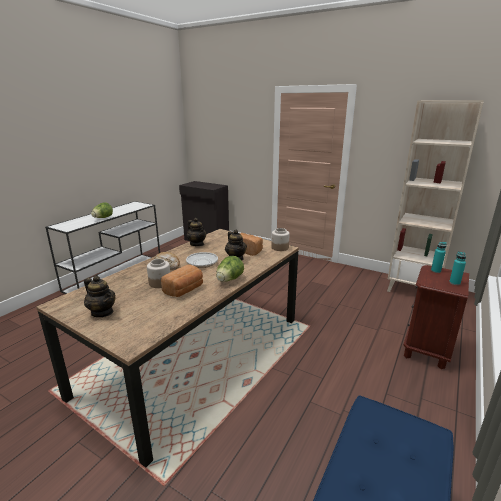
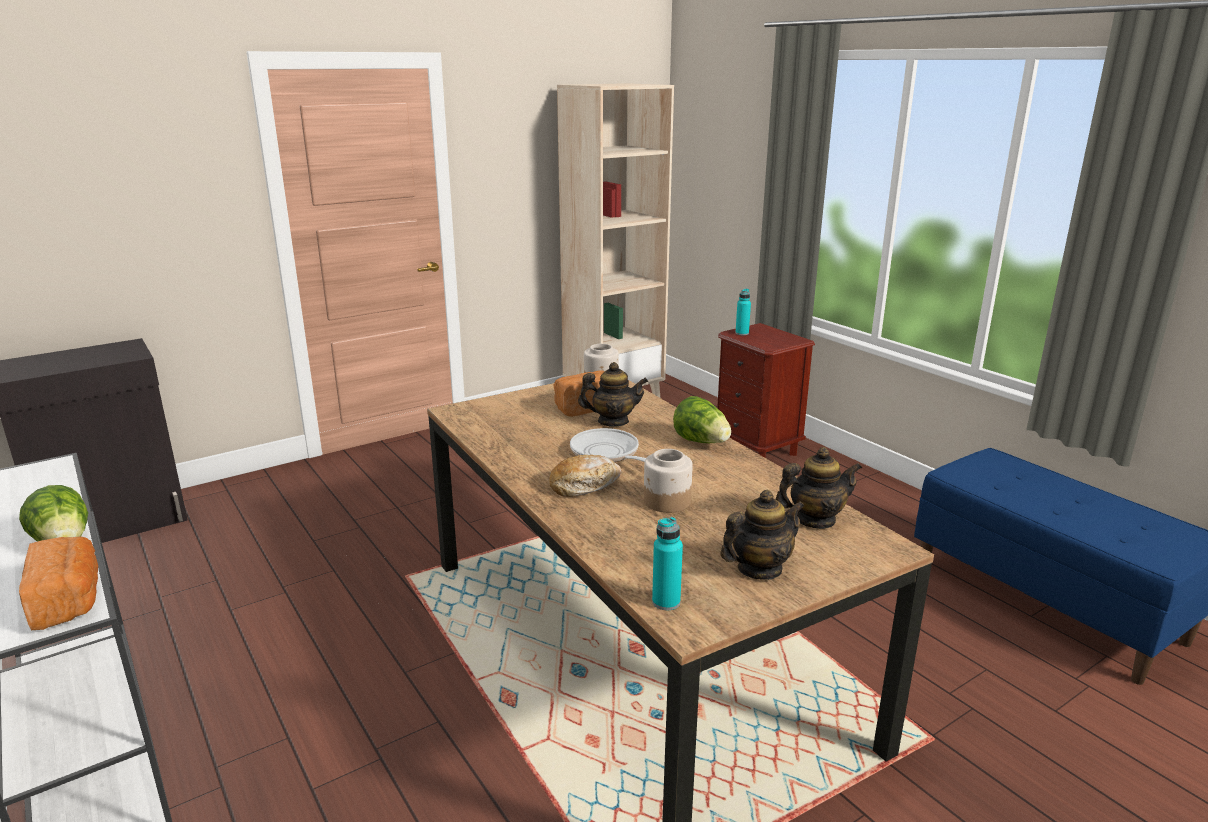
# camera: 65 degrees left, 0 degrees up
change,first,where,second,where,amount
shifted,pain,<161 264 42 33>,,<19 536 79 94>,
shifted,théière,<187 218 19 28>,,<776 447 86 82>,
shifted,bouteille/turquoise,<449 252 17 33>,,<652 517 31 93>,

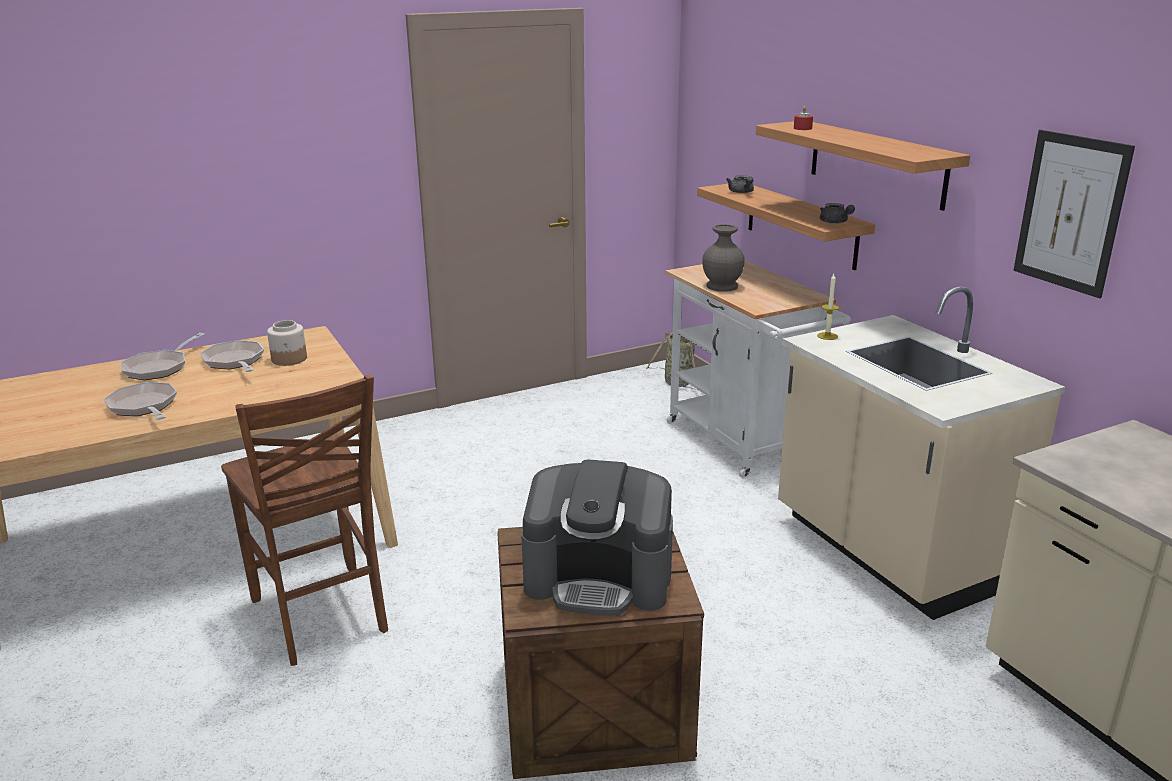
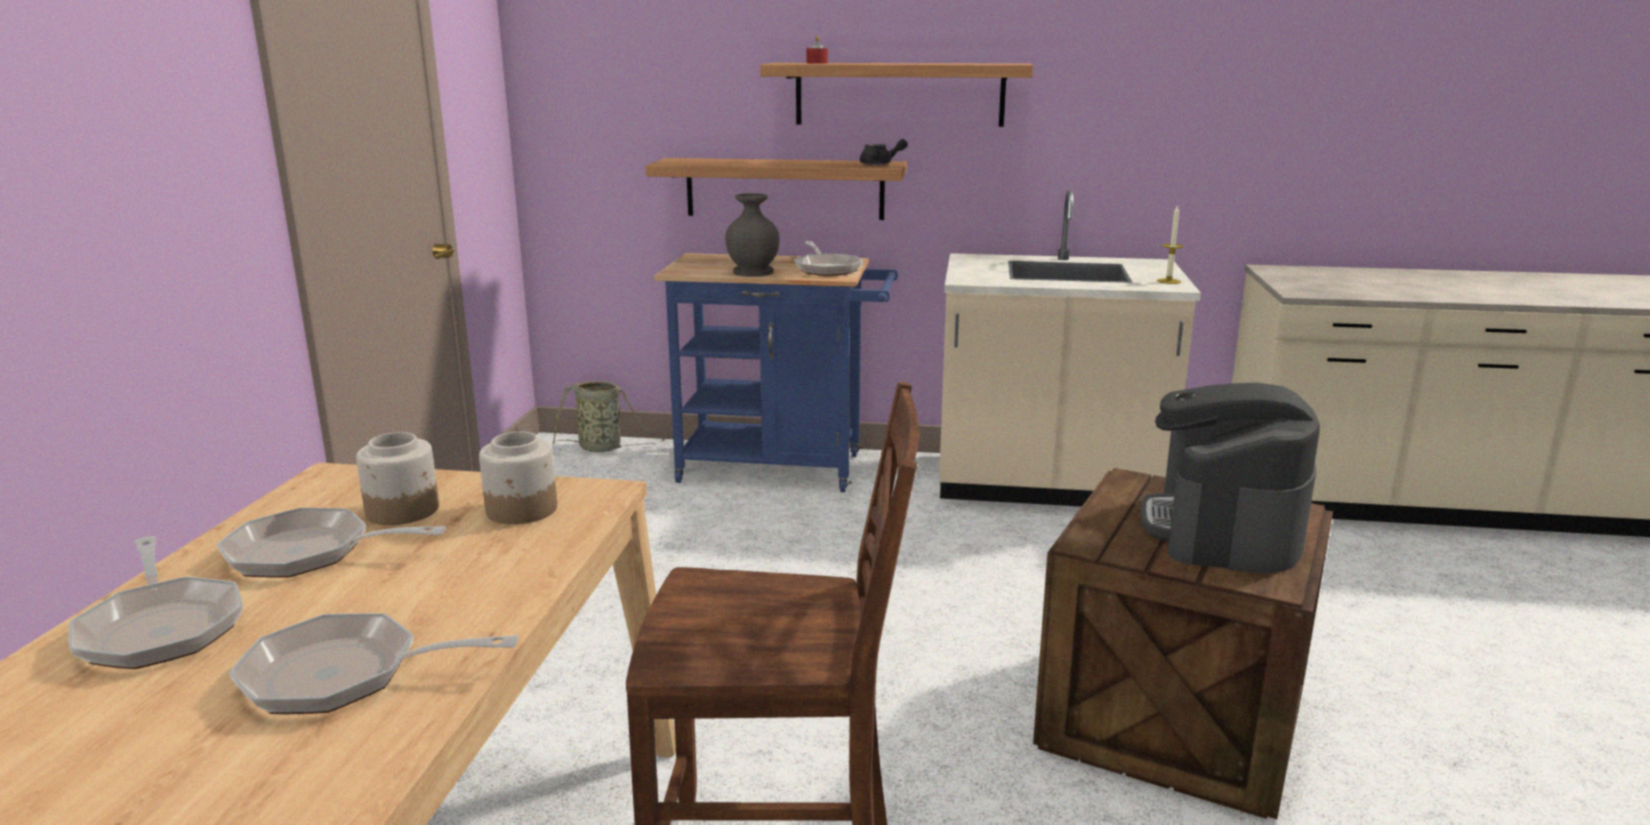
# camera: 55 degrees left, 5 degrees down
change,first,where,second,where,amount
rotated,machine à café,<521 459 152 157>,,<1141 382 179 191>,150 degrees clockwise
repainted,chariot/blanc,<665 261 186 218>,chariot/bleu,<654 253 244 239>,
gone,théière/gris,<726 175 28 18>,,,
shifted,bougie,<817 274 22 66>,,<1157 206 26 78>,
gone,tableau,<1013 130 122 168>,,,
new,,,bocal,<479 431 78 93>,
new,,,poêle,<794 241 69 35>,

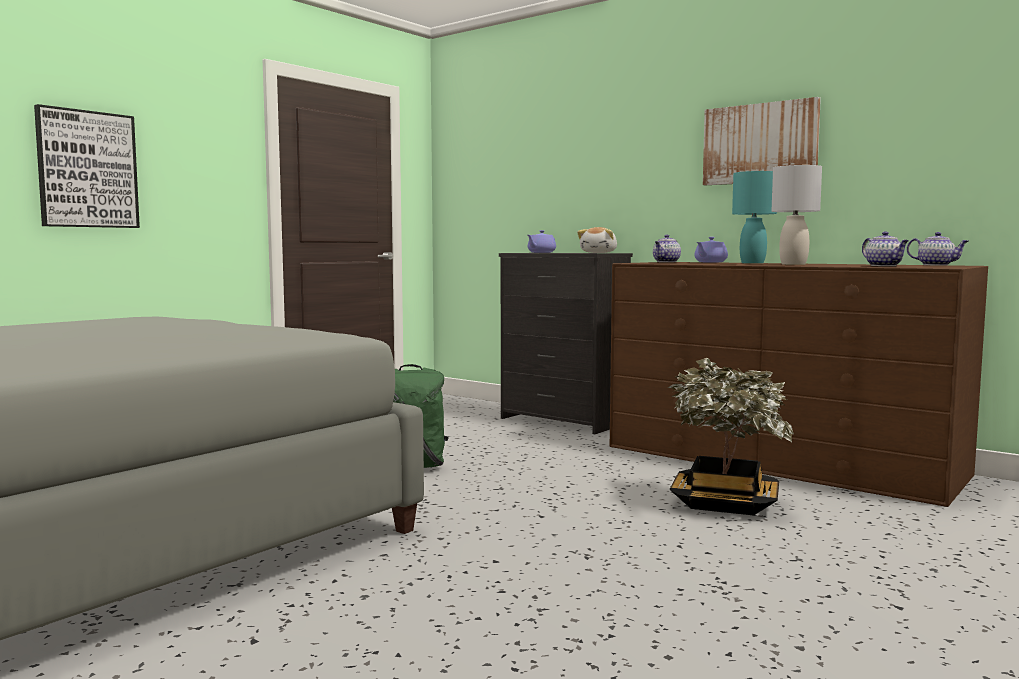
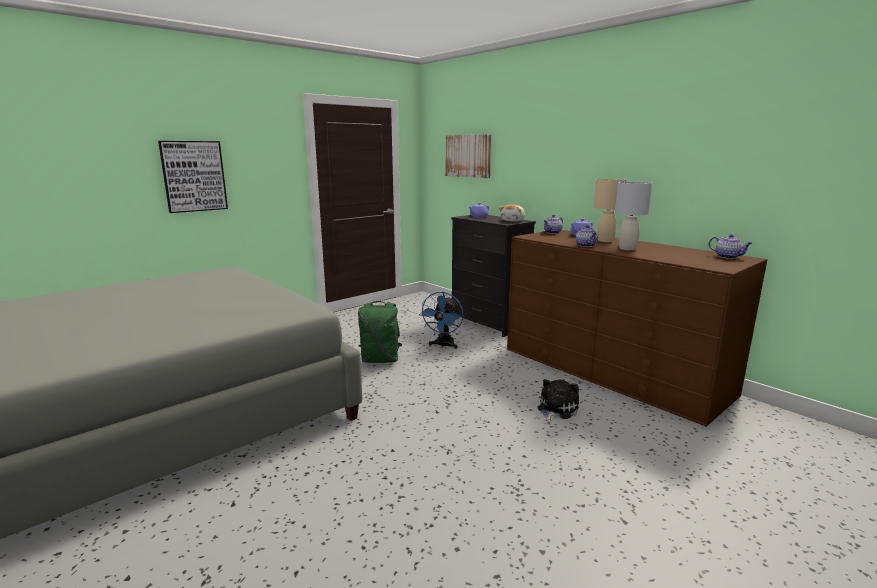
# camera: 10 degrees right, 10 degrees up
change,first,where,second,where,amount
swapped,plante en pot,<668 358 126 157>,peluche,<537 379 42 44>,
shifted,tableau,<703 97 118 88>,,<445 134 46 44>,
repainted,lampe de table/turquoise,<732 171 45 93>,lampe de table/beige,<594 179 33 63>,
shifted,théière,<862 231 47 35>,,<576 225 22 22>,
new,,,ventilateur/bleu,<419 292 45 57>,

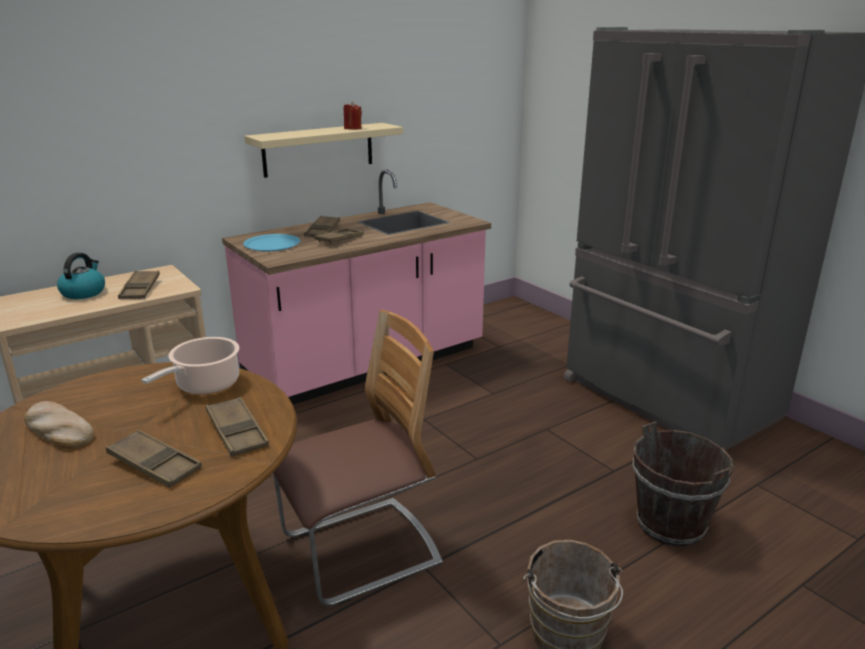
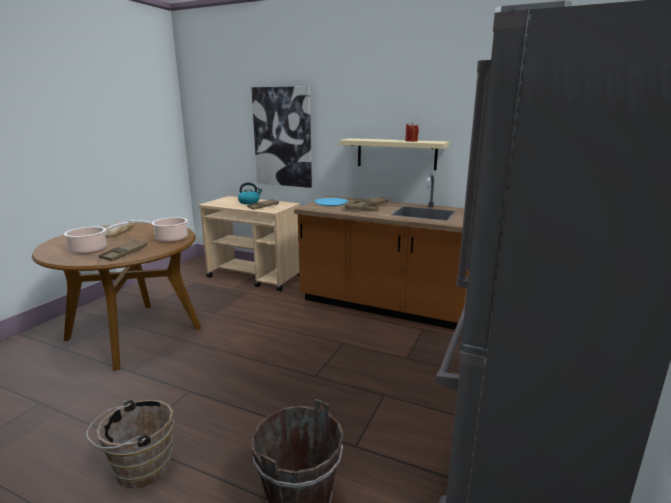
# camera: 60 degrees right, 5 degrees down
change,first,where,second,where,amount
swapped,plateau/marron,<106 430 96 58>,marmite,<64 222 65 32>,
repainted,comptoir de cuisine/rose,<222 170 269 235>,comptoir de cuisine/marron,<294 174 175 157>,
gone,chaise,<273 310 170 296>,,,
new,,,tableau,<251 86 61 102>,

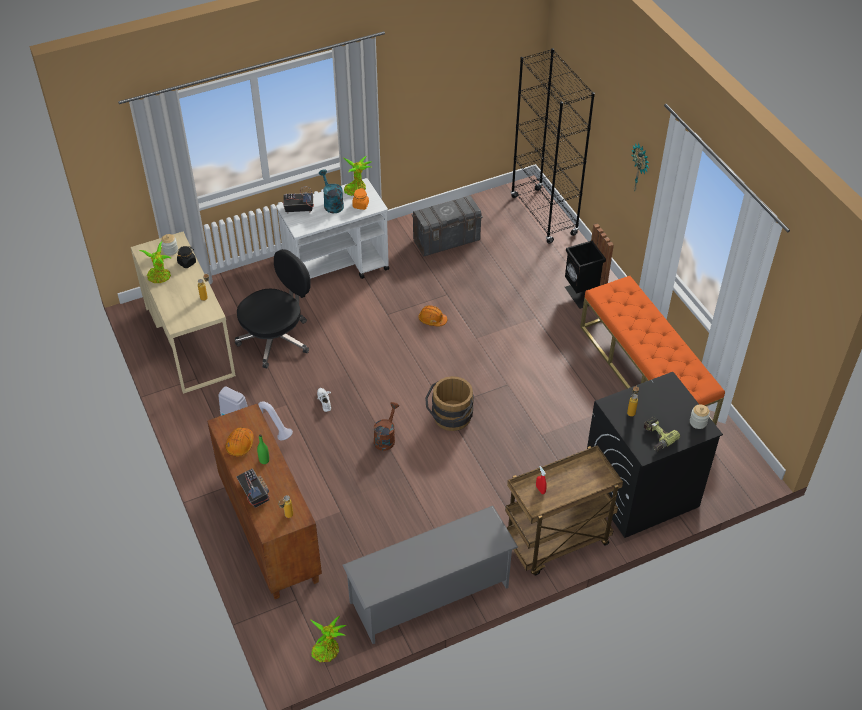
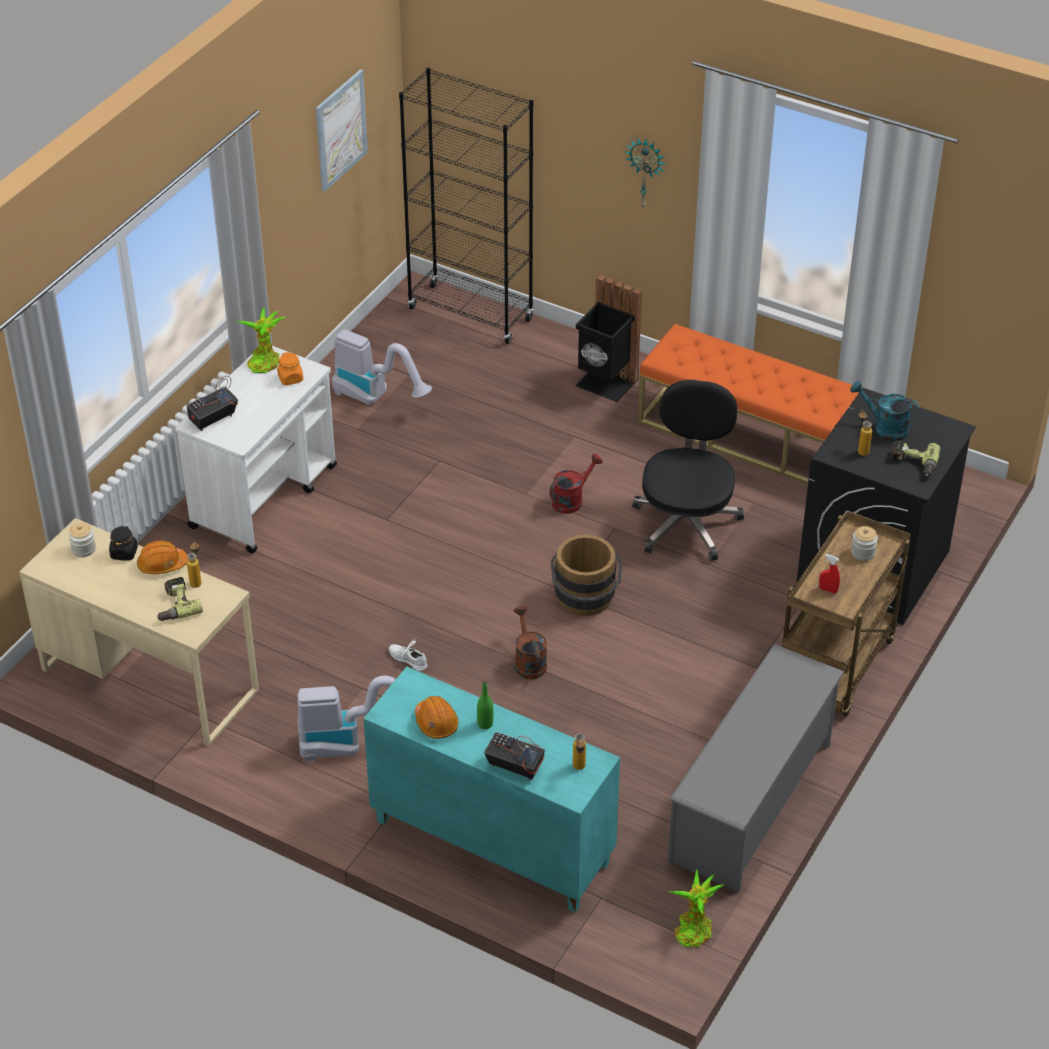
# camera: 35 degrees left, 5 degrees down
change,first,where,second,where,amount
gone,plante en pot,<139 241 32 42>,,,
repainted,meuble de rangement/marron,<207 403 115 196>,meuble de rangement/turquoise,<363 667 257 246>,
shifted,chaise de bureau/noir,<235 249 76 119>,,<632 380 112 181>,
shifted,arrosoir/turquoise,<319 169 25 44>,,<850 381 71 60>,
swapped,boîte de rangement/gris,<411 195 72 62>,aspirateur,<332 329 100 76>,
shifted,casque de chantier/orange,<418 305 29 22>,,<137 540 51 34>,
shifted,bocal,<690 404 20 25>,,<851 526 27 35>,
new,,,perceuse,<157 577 46 44>,
new,,,tableau,<316 69 52 123>,
new,,,arrosoir/rouge,<549 454 54 60>,

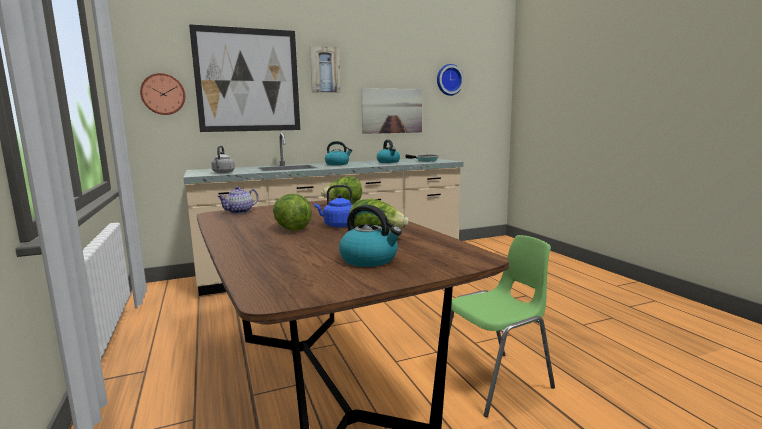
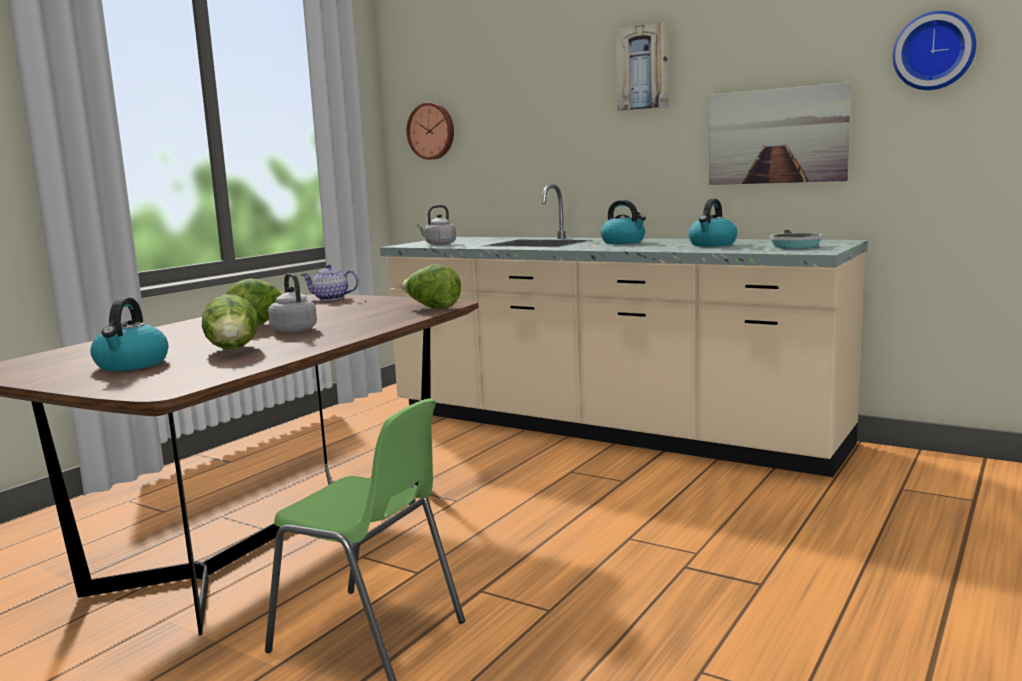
# camera: 55 degrees right, 0 degrees up
change,first,where,second,where,amount
gone,tableau,<189 24 111 108>,,,
repainted,bouilloire/bleu,<314 185 39 43>,bouilloire/gris,<268 273 49 60>,

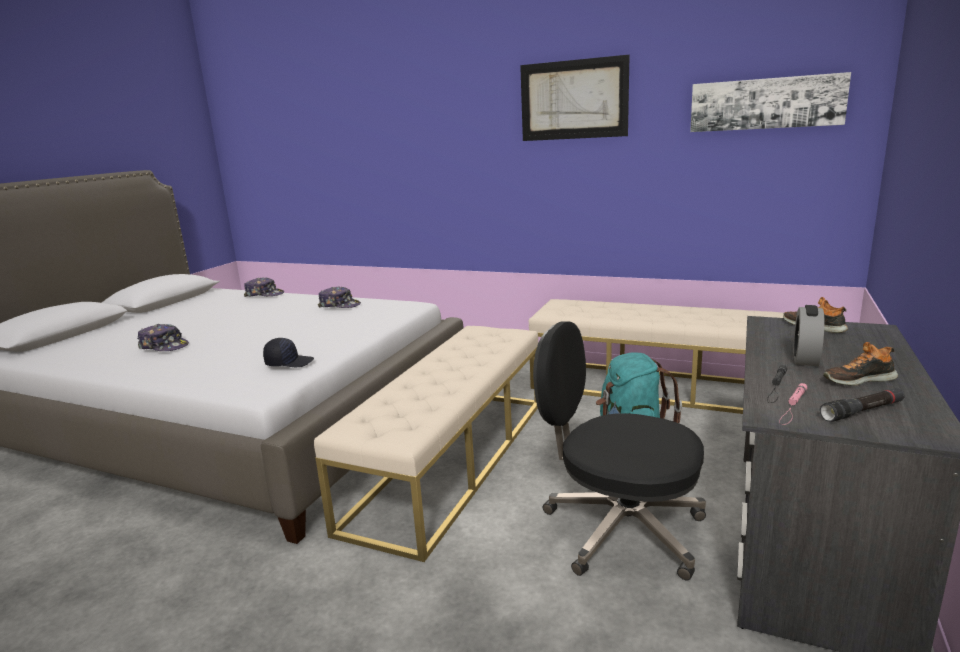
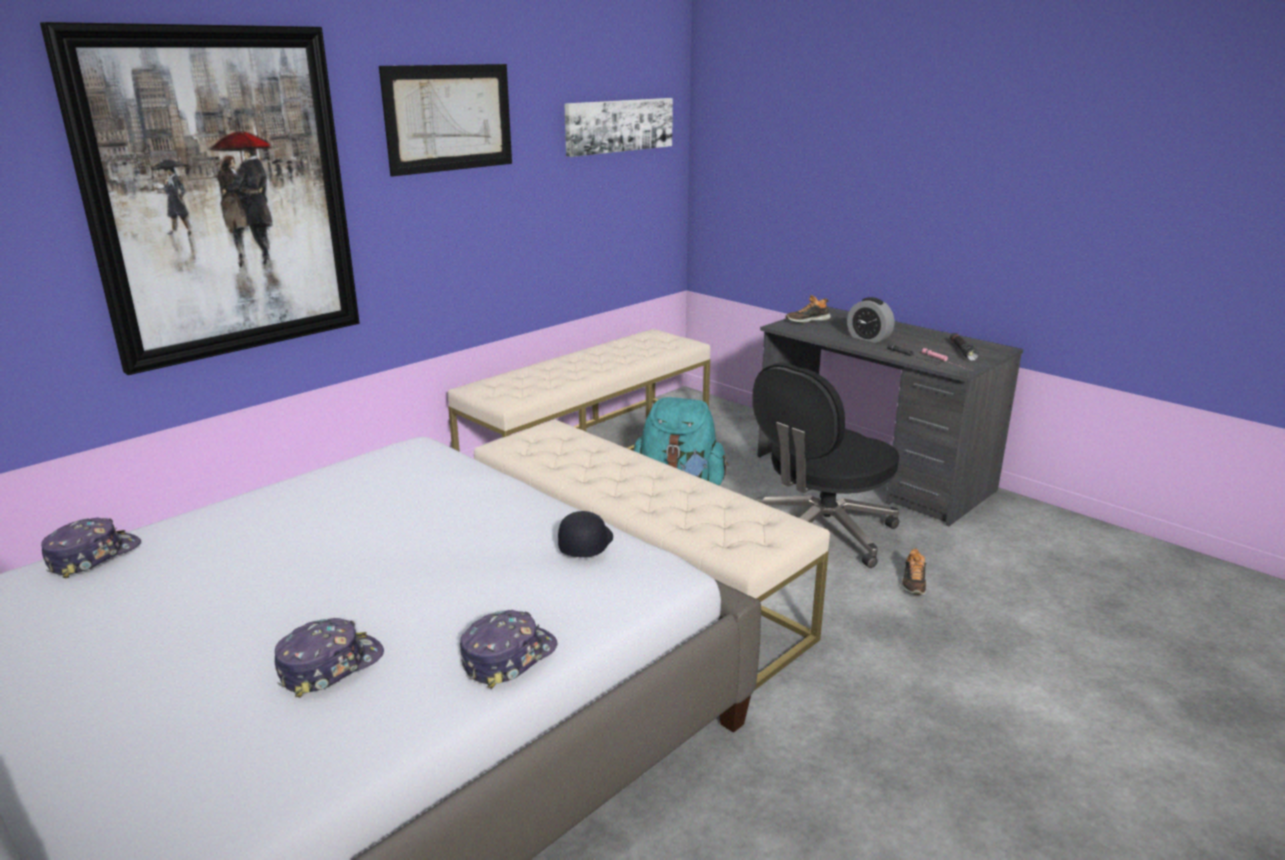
# camera: 70 degrees left, 5 degrees up
change,first,where,second,where,amount
shifted,casquette,<318 287 43 21>,,<460 610 97 79>,
shifted,chaussure,<823 342 75 44>,,<901 548 26 47>,
new,,,tableau,<40 22 319 353>,

